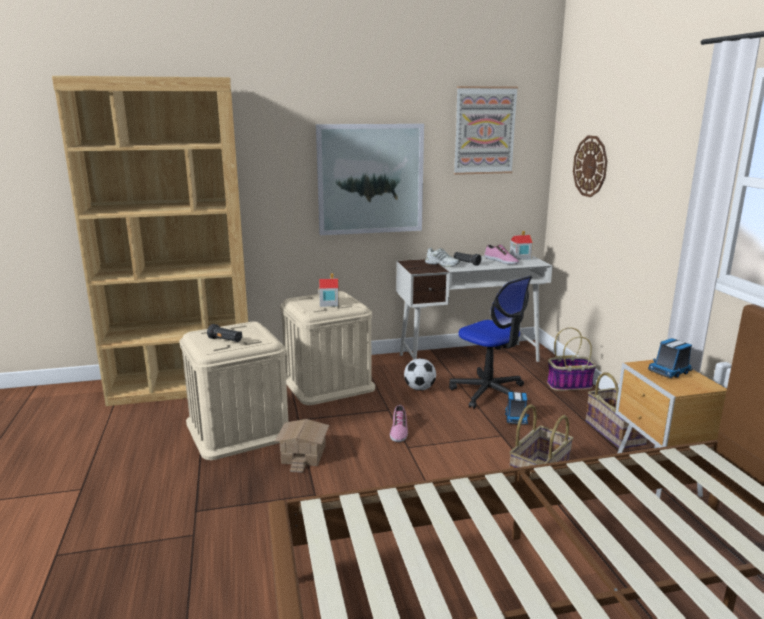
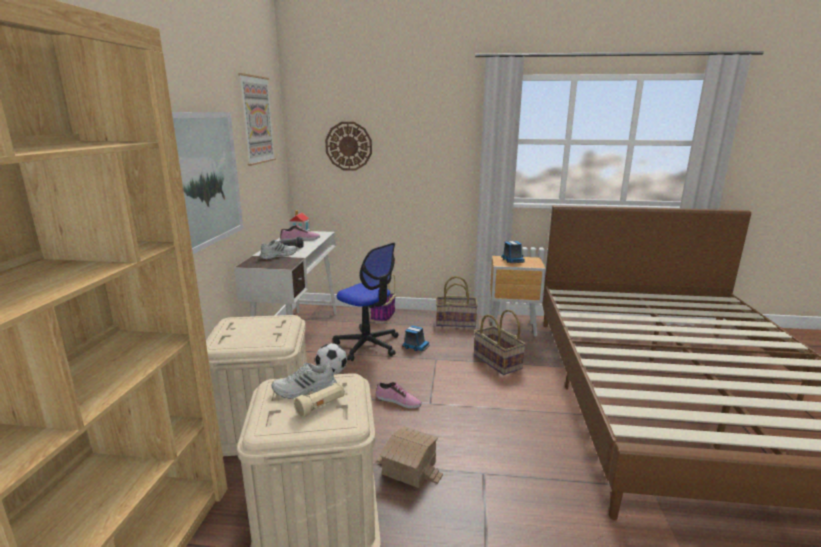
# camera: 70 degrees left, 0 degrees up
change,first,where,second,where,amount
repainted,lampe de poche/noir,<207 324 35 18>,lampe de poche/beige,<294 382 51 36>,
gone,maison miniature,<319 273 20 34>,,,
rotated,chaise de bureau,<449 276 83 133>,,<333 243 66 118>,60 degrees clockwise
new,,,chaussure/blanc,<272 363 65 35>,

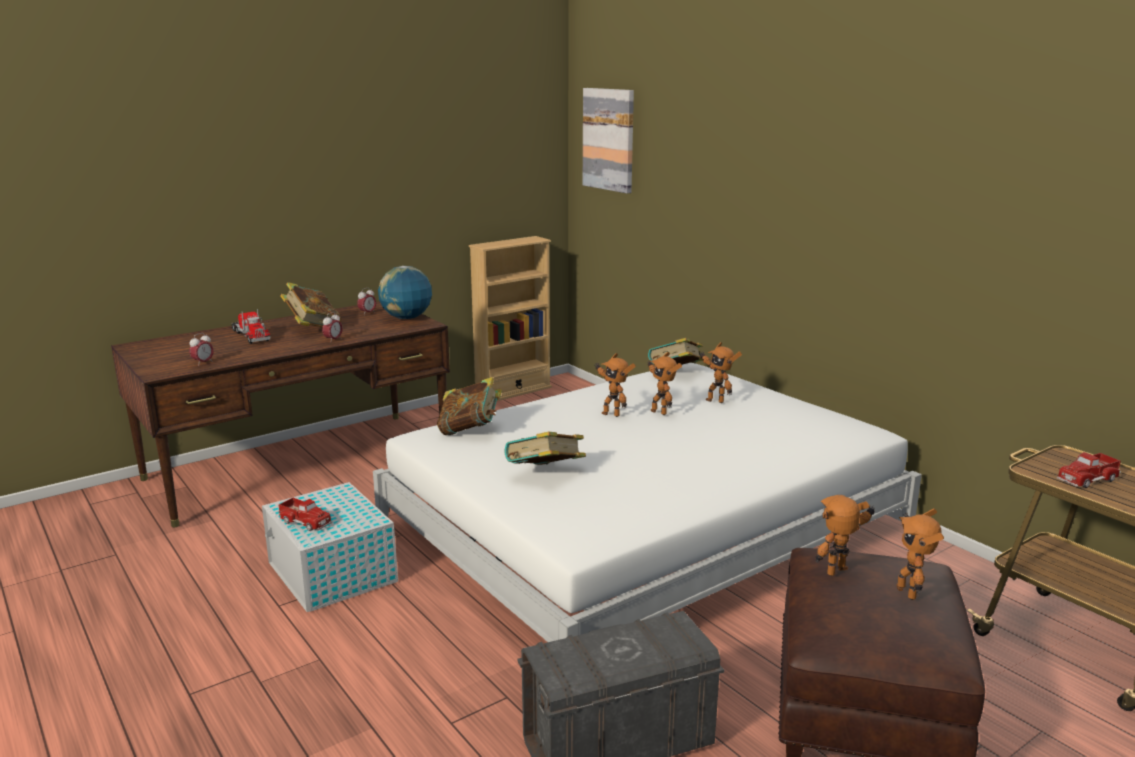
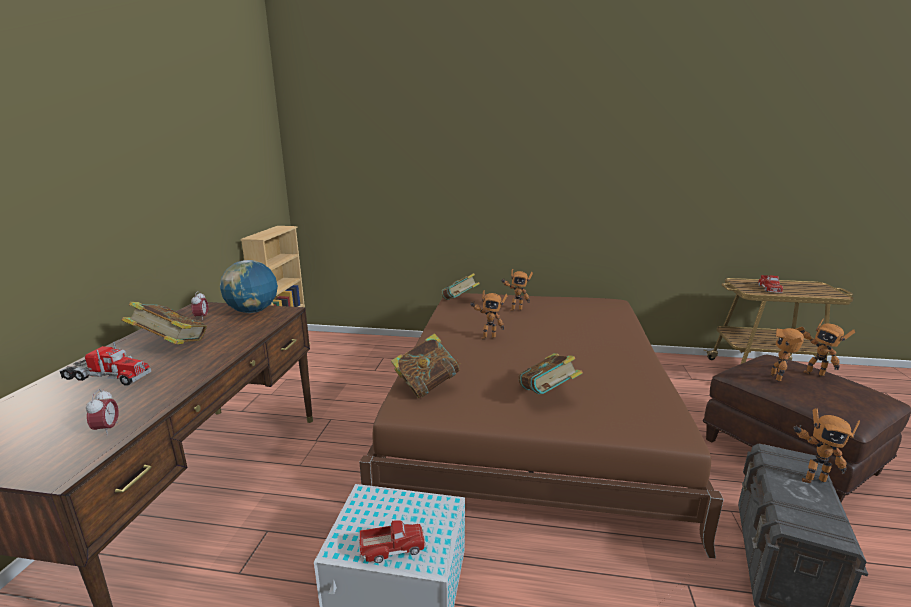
# camera: 45 degrees left, 0 degrees up
change,first,where,second,where,amount
gone,réveil,<322 312 21 29>,,,
repainted,lit/blanc,<373 363 549 279>,lit/marron,<360 293 364 266>,
gone,tableau,<583 88 51 105>,,,
shifted,robot jouet,<647 352 35 63>,,<793 408 67 75>,

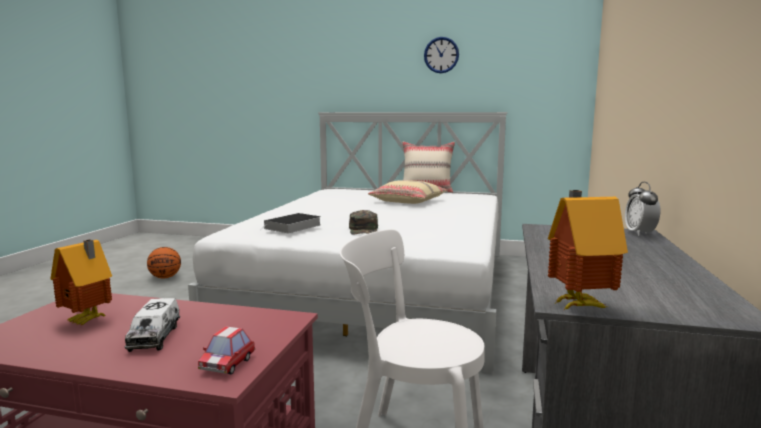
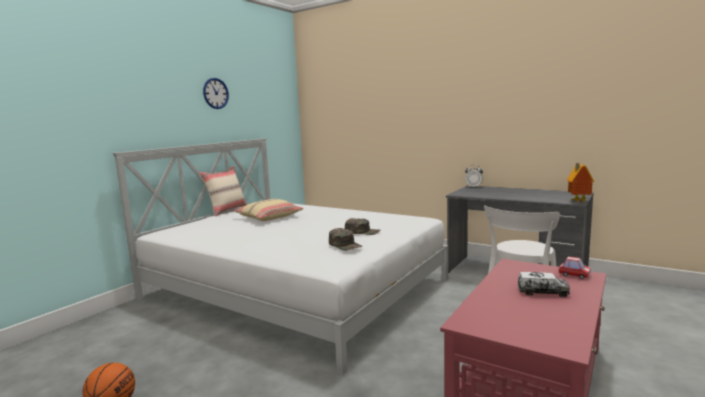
# camera: 70 degrees left, 0 degrees up
change,first,where,second,where,amount
gone,maison miniature,<50 239 62 87>,,,
swapped,livre,<260 213 61 20>,casquette/vert,<329 228 33 23>,

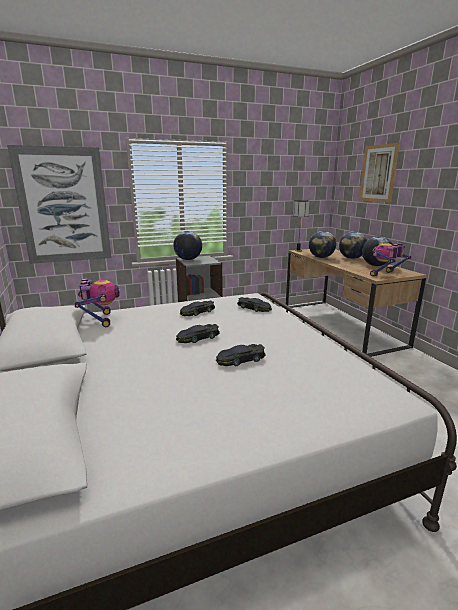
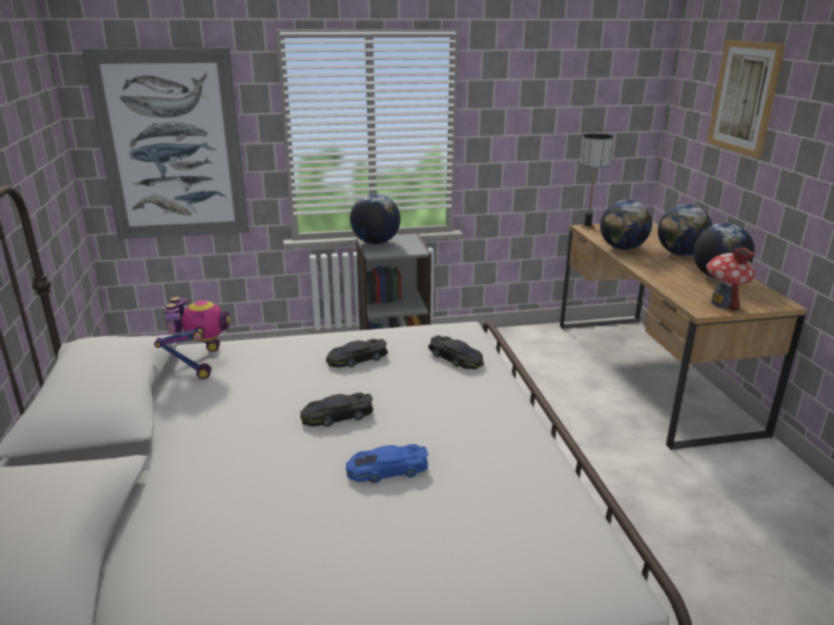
# camera: 10 degrees right, 5 degrees up
change,first,where,second,where,amount
repainted,petite voiture/noir,<216 344 50 22>,petite voiture/bleu,<346 444 82 39>,
swapped,robot jouet,<370 243 41 33>,maison miniature,<706 247 49 64>,

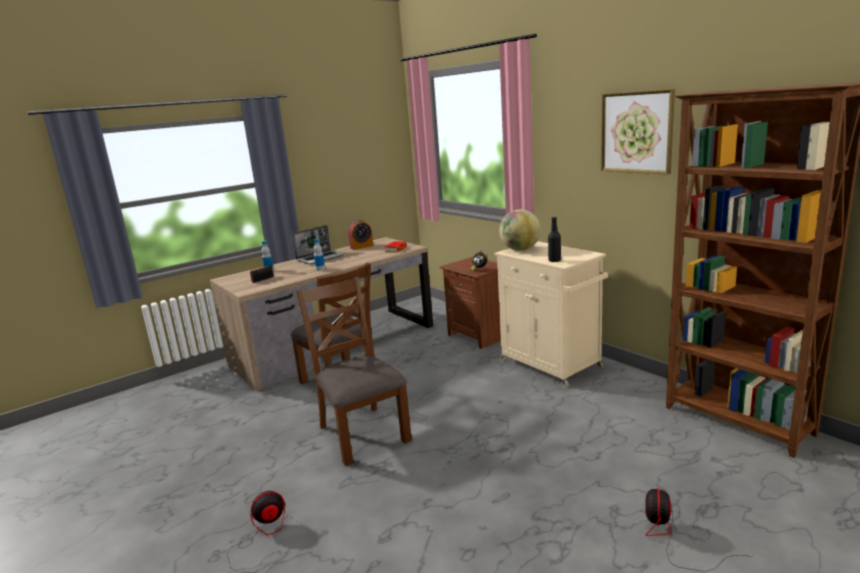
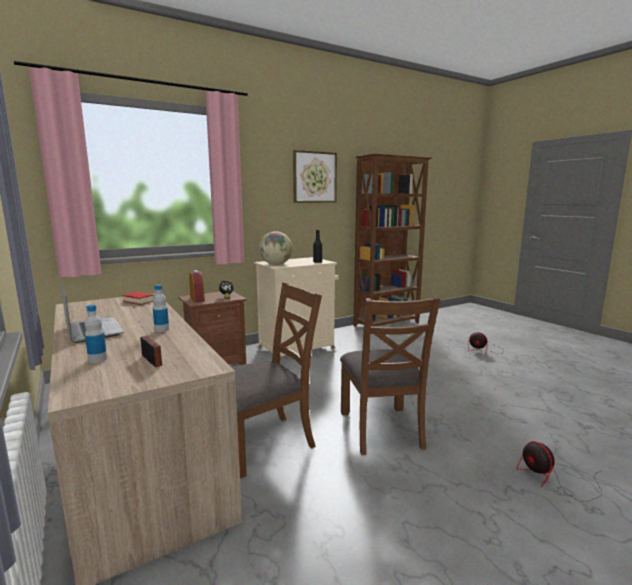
# camera: 85 degrees left, 5 degrees down
change,first,where,second,where,amount
rotated,chaise/marron,<296 277 116 189>,,<340 296 100 159>,75 degrees counterclockwise
shifted,réveil,<348 220 25 30>,,<189 270 16 32>,

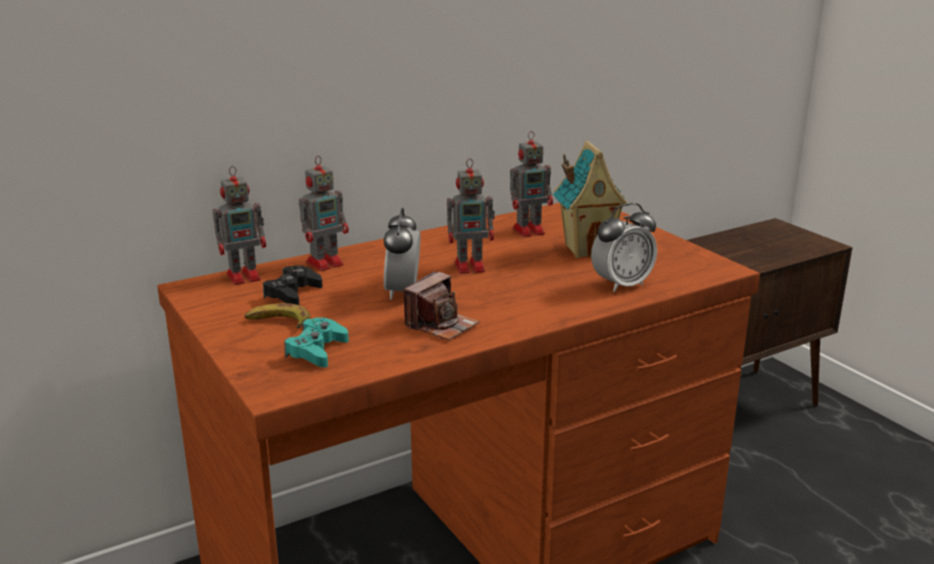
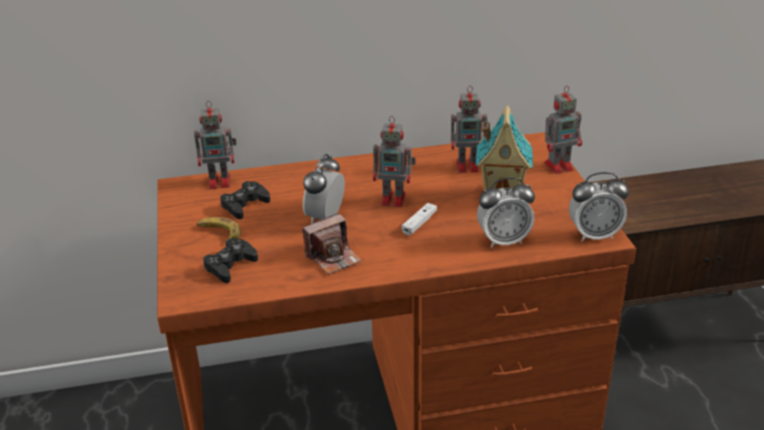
# camera: 20 degrees right, 10 degrees up
change,first,where,second,where,amount
repainted,manette/turquoise,<284 317 65 50>,manette/noir,<203 238 55 45>,
shifted,robot jouet,<299 156 50 115>,,<544 87 38 87>,
new,,,manette/blanc,<402 203 35 32>,
new,,,réveil,<569 172 60 70>,

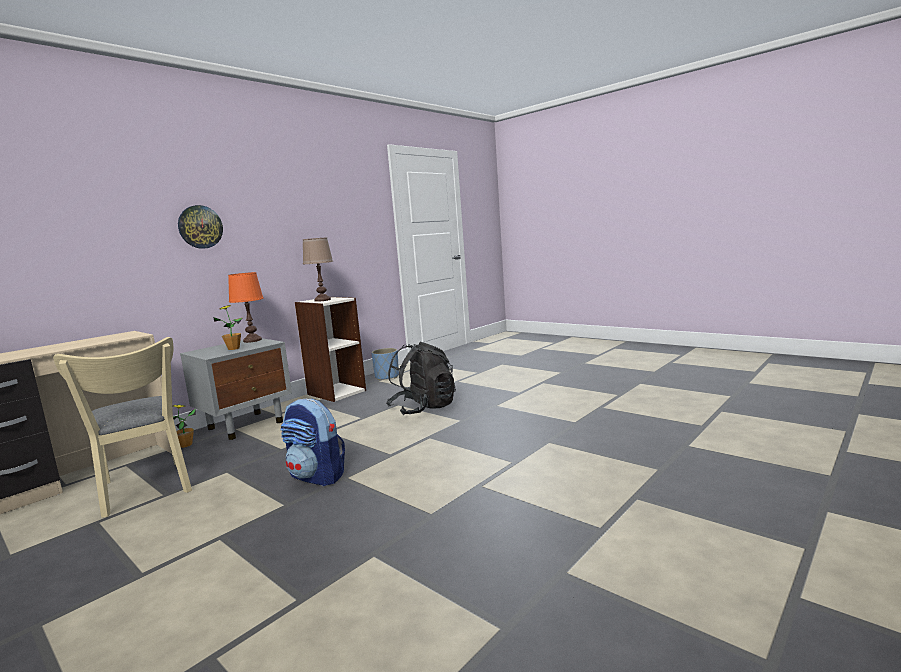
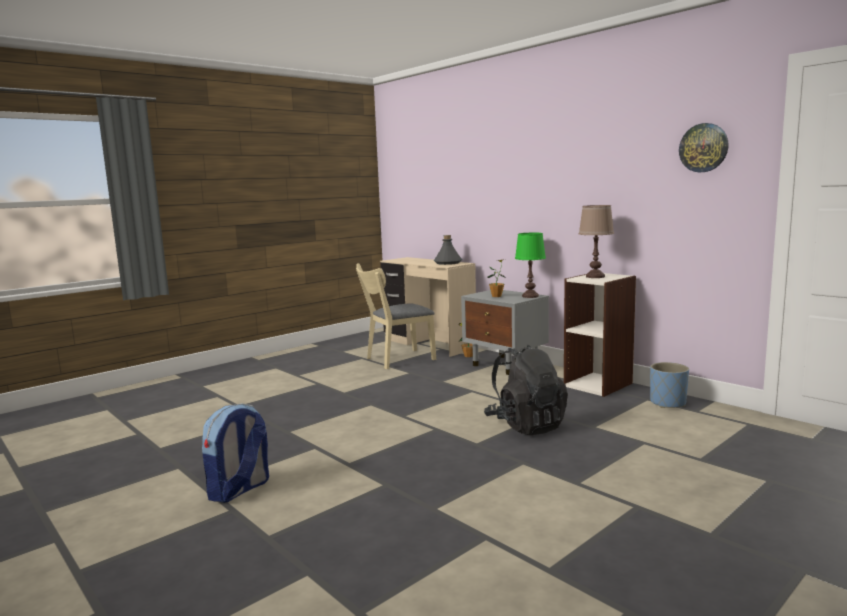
# camera: 95 degrees right, 0 degrees up
change,first,where,second,where,amount
shifted,horloge murale,<178 205 45 44>,,<679 123 50 49>,
repainted,lampe de table/orange,<228 272 36 71>,lampe de table/vert,<515 233 31 65>,
shifted,sac à dos,<280 398 65 88>,,<202 403 67 100>,
new,,,bouteille/gris,<434 235 28 30>,

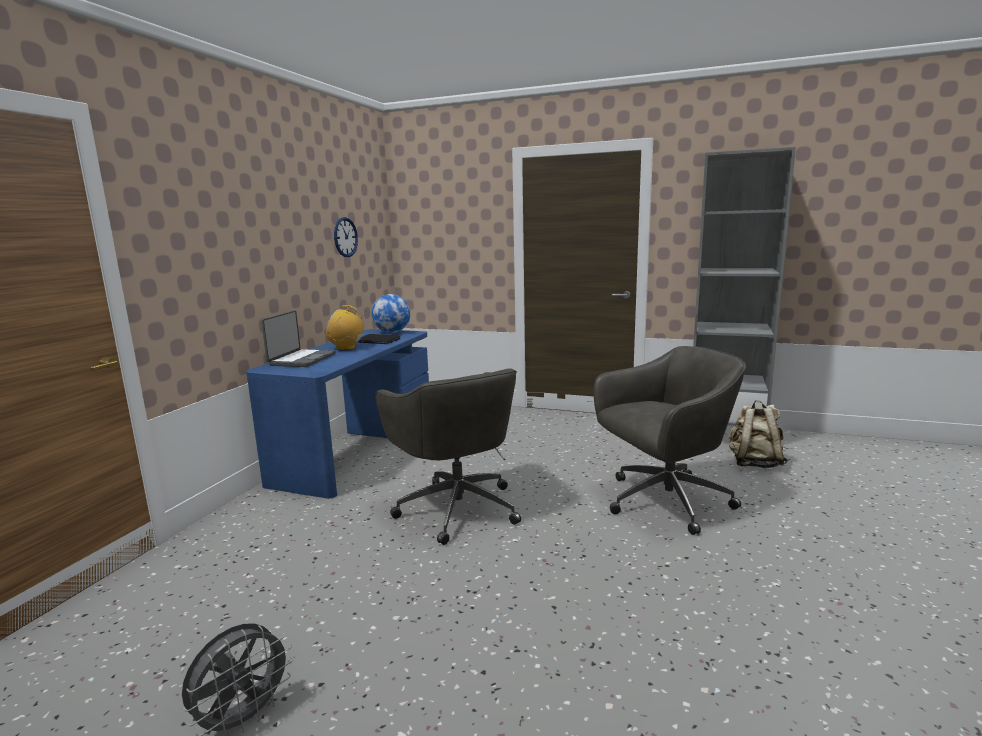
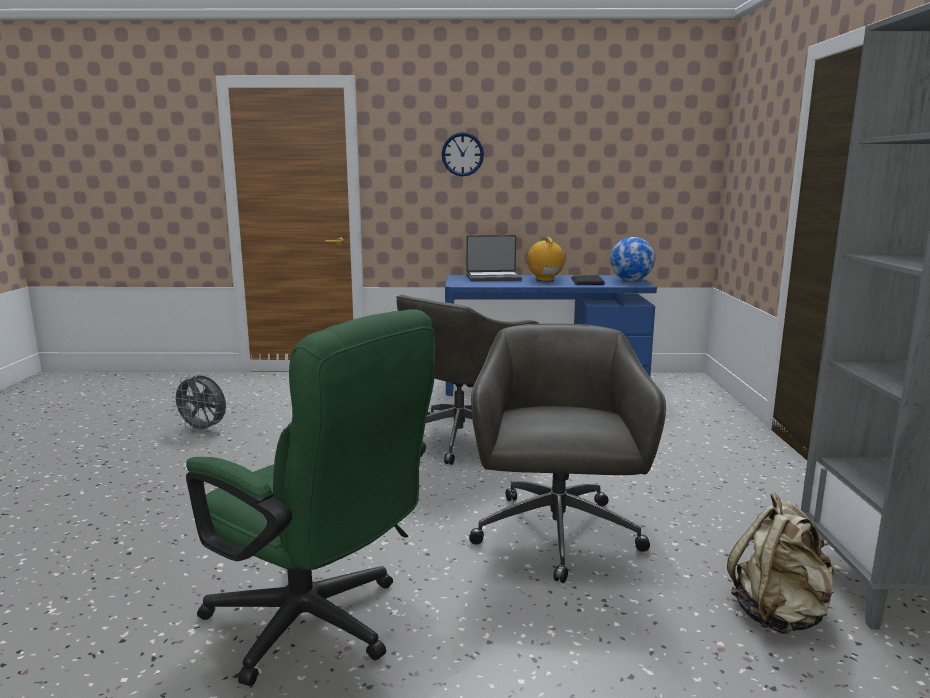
# camera: 70 degrees right, 0 degrees up
change,first,where,second,where,amount
shifted,horloge murale,<334 217 24 40>,,<441 132 43 44>,
rotated,chaise de bureau/gris,<594 346 152 189>,,<469 323 197 260>,135 degrees counterclockwise
new,,,chaise de bureau/vert,<186 309 249 377>,

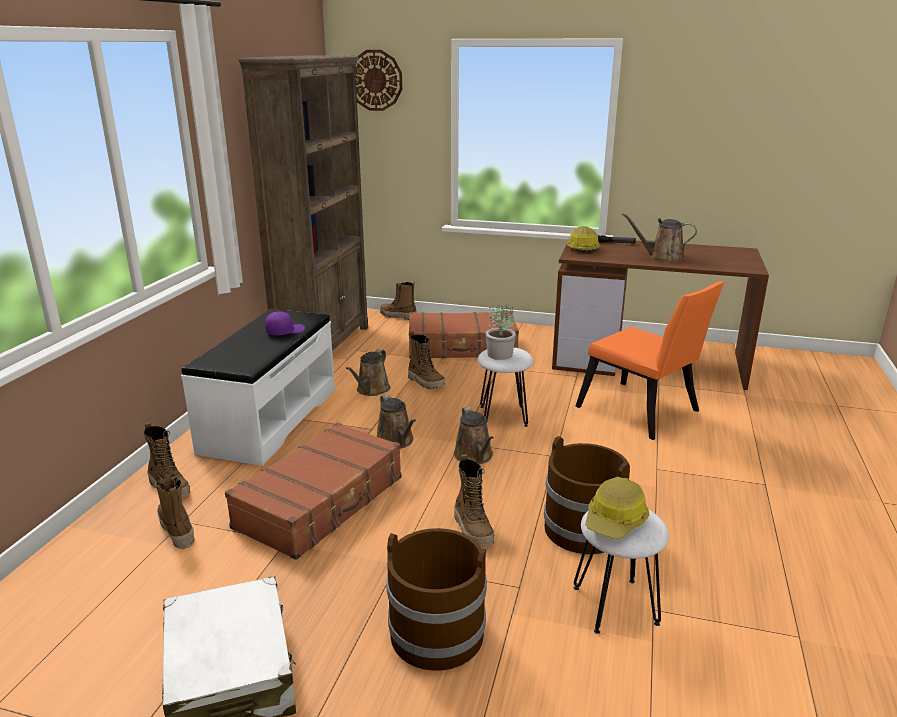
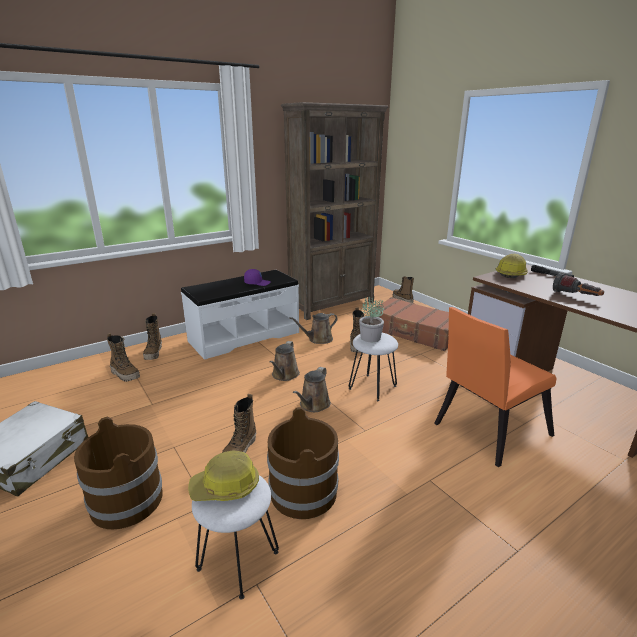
# camera: 40 degrees right, 0 degrees up
change,first,where,second,where,amount
rotated,botte,<154 477 41 72>,,<107 333 33 49>,120 degrees clockwise
gone,valise/marron,<225 422 176 138>,,,
gone,horloge murale,<356 50 46 61>,,,
rotated,chaise/orange,<575 281 149 159>,,<434 307 123 160>,60 degrees clockwise
swapped,arrosoir/marron,<622 213 75 49>,lampe de poche,<553 273 51 23>,

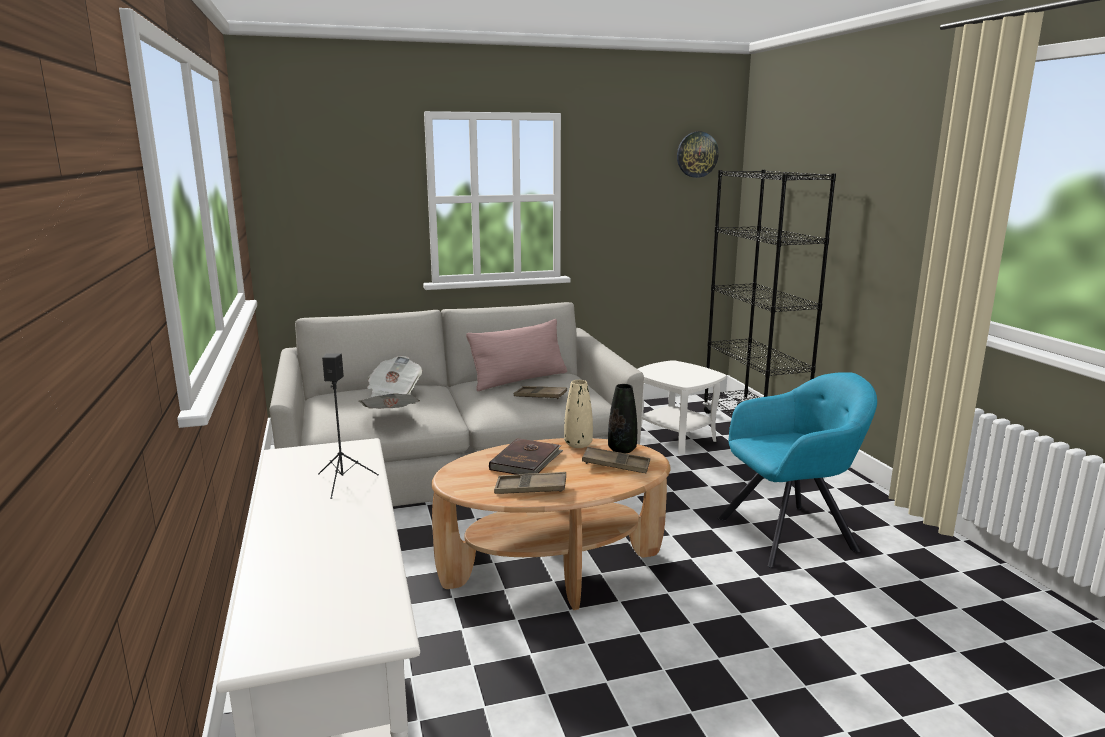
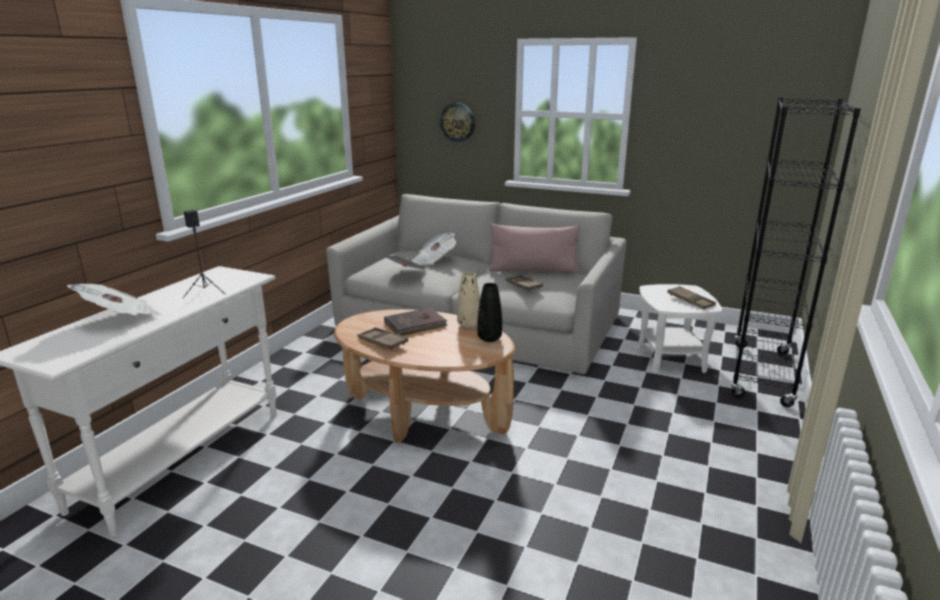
# camera: 40 degrees right, 5 degrees up
change,first,where,second,where,amount
shifted,plateau/marron,<582 447 68 26>,,<667 286 49 23>,
shifted,horloge murale,<677 132 42 46>,,<440 103 35 39>,
gone,fauteuil/turquoise,<717 372 160 196>,,,
new,,,journal,<67 284 95 31>,

